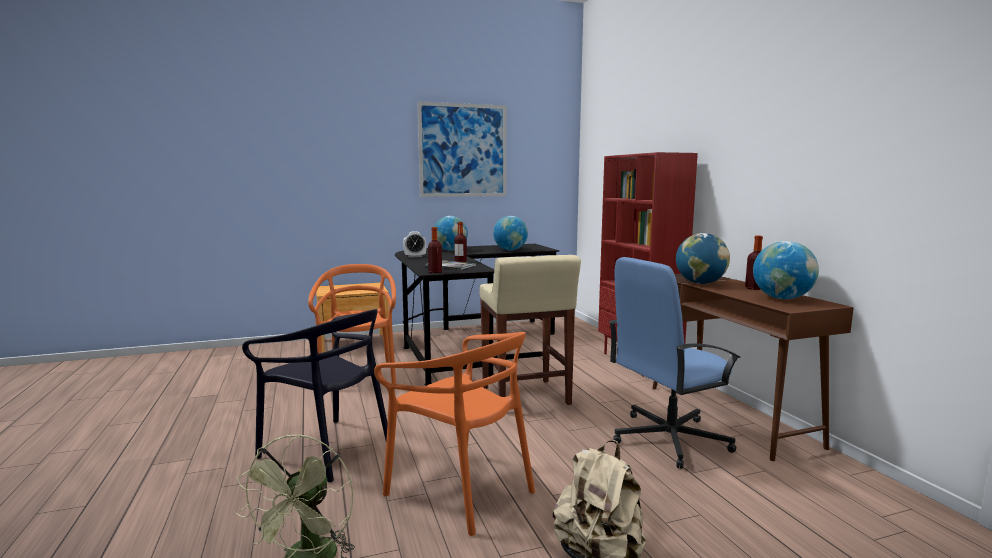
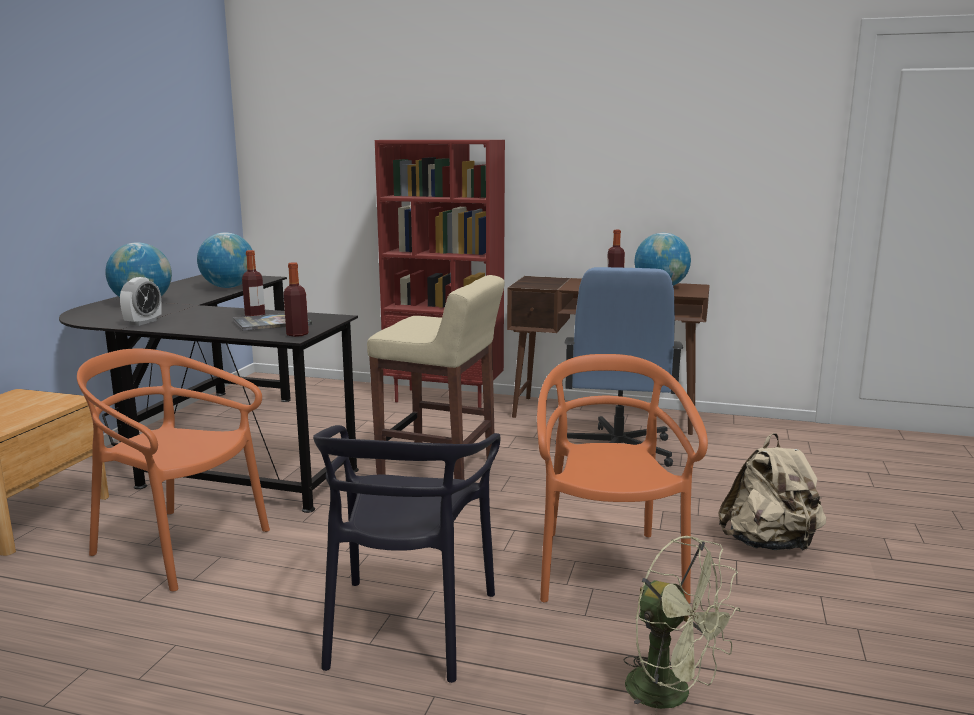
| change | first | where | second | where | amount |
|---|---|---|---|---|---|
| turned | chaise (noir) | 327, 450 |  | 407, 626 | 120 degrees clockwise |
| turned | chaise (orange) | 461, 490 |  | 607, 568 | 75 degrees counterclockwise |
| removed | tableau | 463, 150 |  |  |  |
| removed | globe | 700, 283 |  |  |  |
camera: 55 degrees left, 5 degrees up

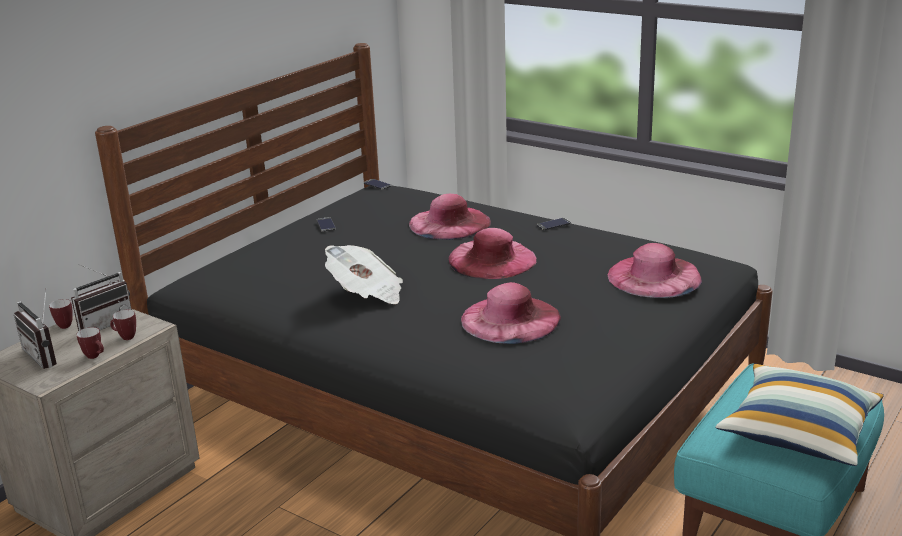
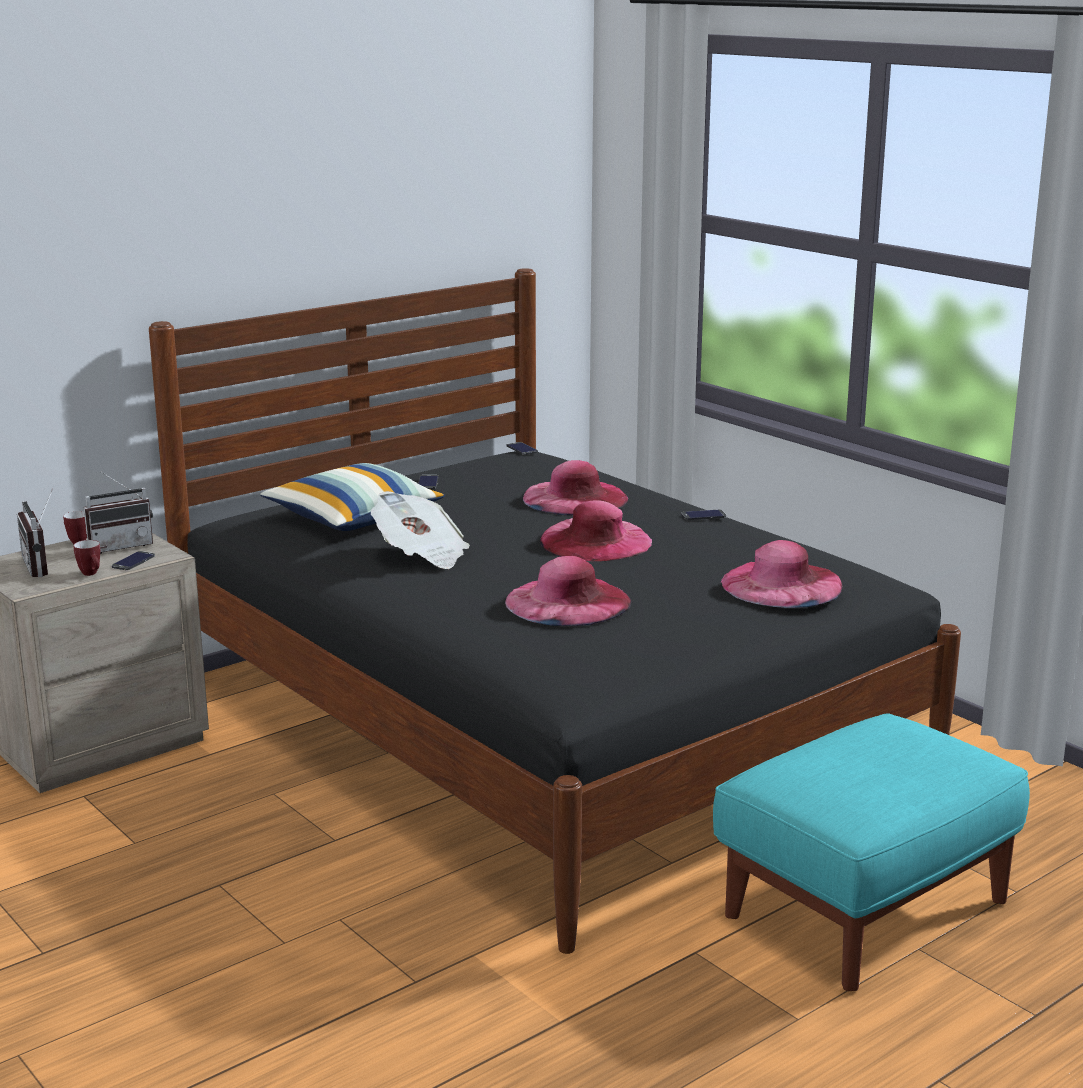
| change | first | where | second | where | amount |
|---|---|---|---|---|---|
| replaced | mug | 125, 337 | téléphone | 133, 561 |  |
| moved | coussin | 798, 432 |  | 353, 518 |  |
camera: 15 degrees right, 5 degrees down

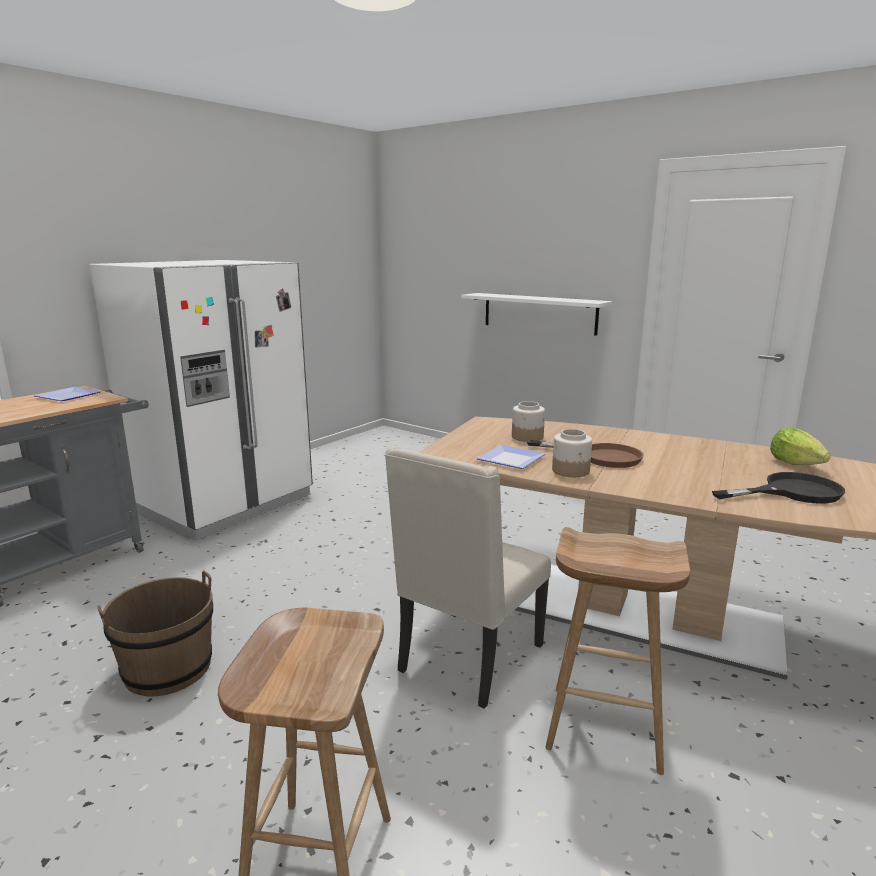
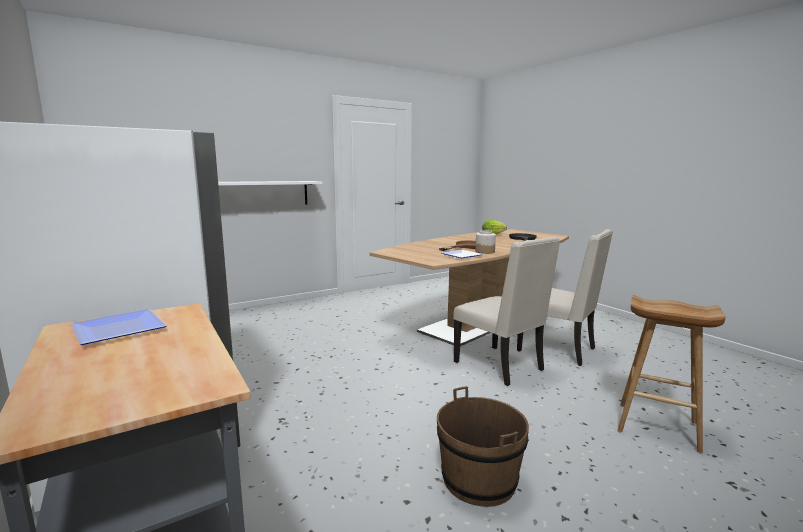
| change | first | where | second | where | amount |
|---|---|---|---|---|---|
| replaced | tabouret (marron) | 603, 729 | chaise (beige) | 558, 350 |  |
| removed | bocal | 528, 437 |  |  |  |
camera: 70 degrees left, 5 degrees down

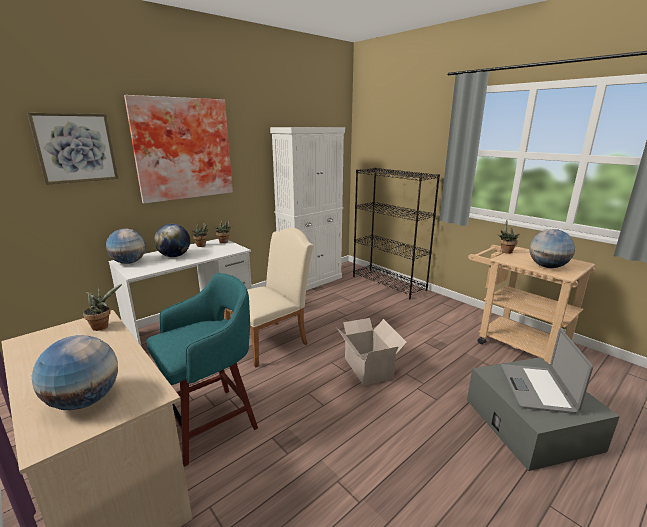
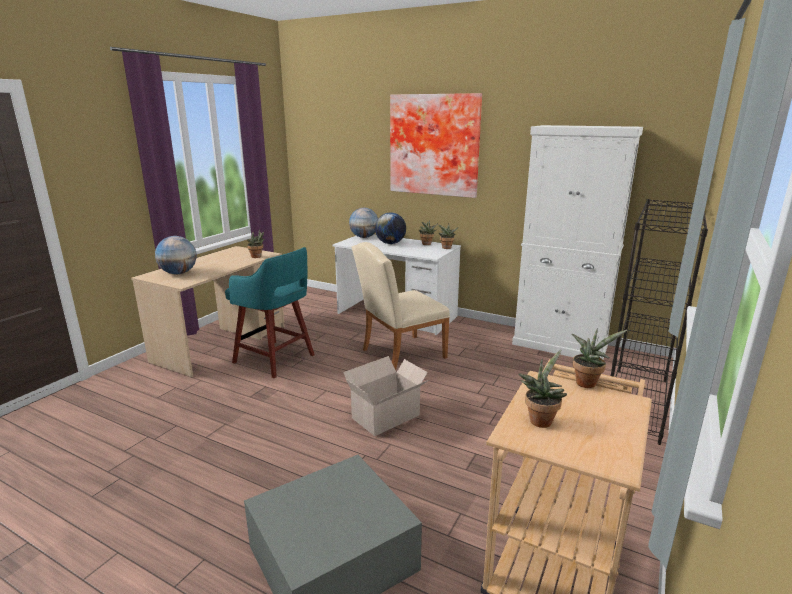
| change | first | where | second | where | amount |
|---|---|---|---|---|---|
| turned | chaise (beige) | 272, 341 |  | 399, 355 | 120 degrees clockwise |
| replaced | globe | 547, 267 | plante en pot | 540, 419 |  |
| removed | tableau | 76, 148 |  |  |  |
| removed | ordinateur portable | 537, 388 |  |  |  |
camera: 70 degrees right, 0 degrees up

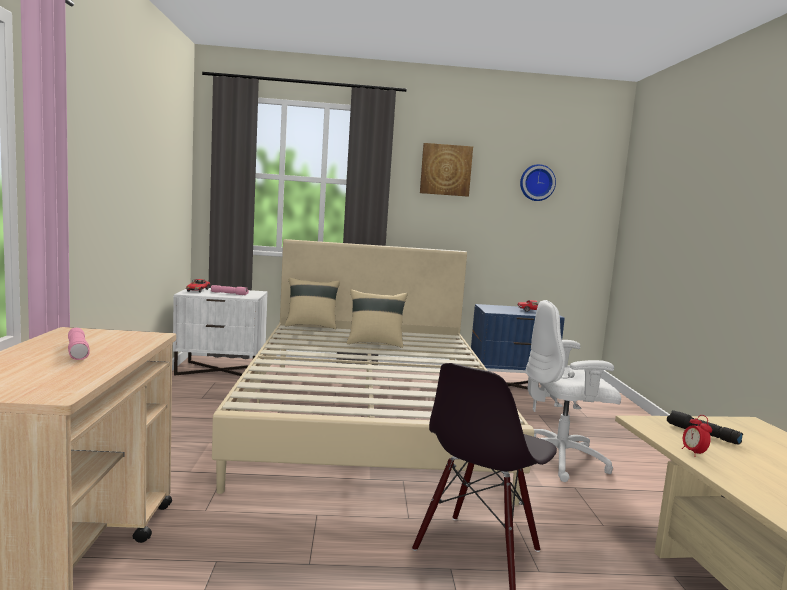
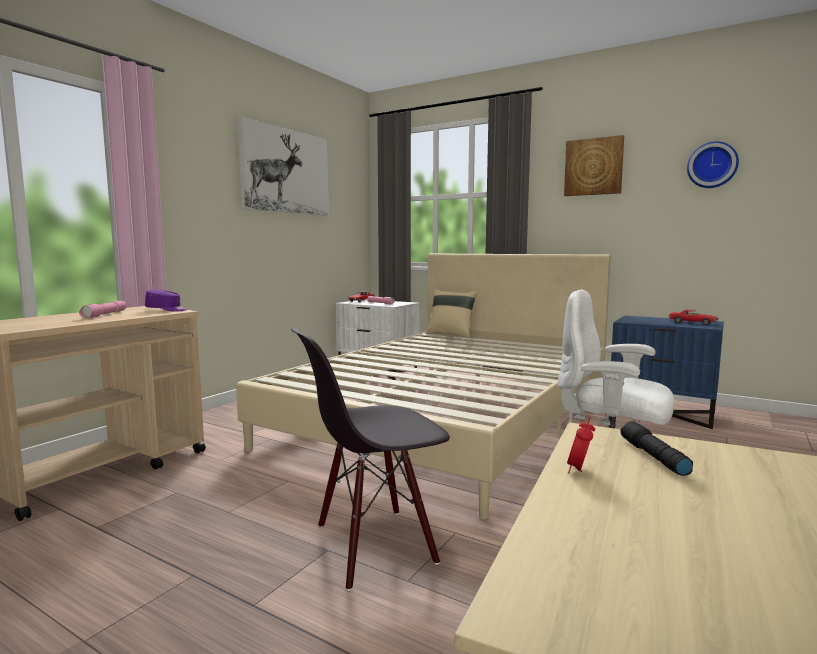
| change | first | where | second | where | amount |
|---|---|---|---|---|---|
| added |  |  | casquette (violet) | 167, 310 |  |
| added |  |  | tableau | 286, 171 |  |
| removed | coussin (beige) | 375, 343 |  |  |  |
camera: 35 degrees right, 0 degrees up

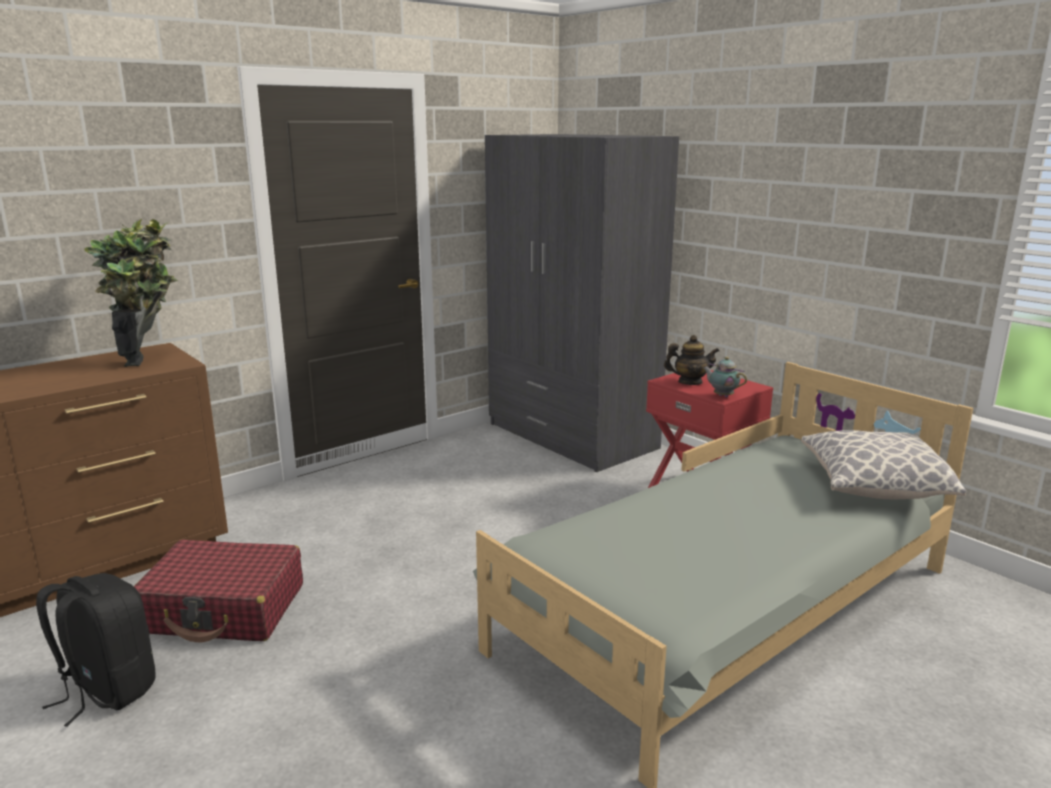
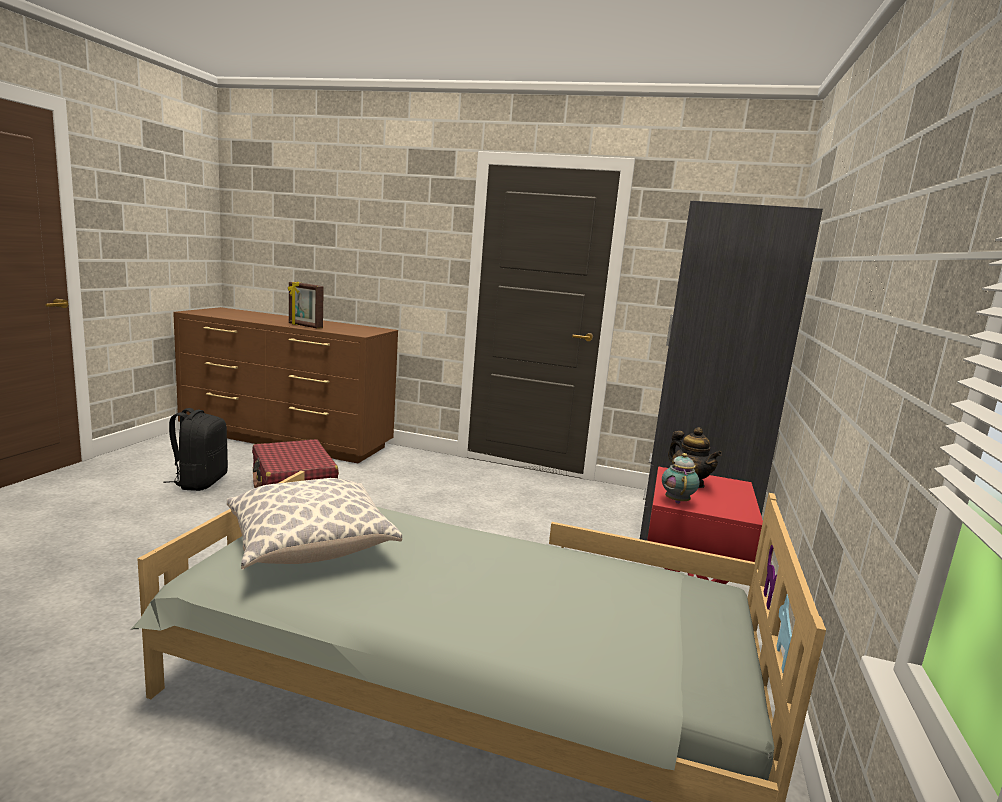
| change | first | where | second | where | amount |
|---|---|---|---|---|---|
| moved | coussin | 873, 487 |  | 310, 547 |  |
| added |  |  | cadre photo | 305, 326 |  |
| removed | plante en pot | 148, 358 |  |  |  |
camera: 55 degrees right, 5 degrees down

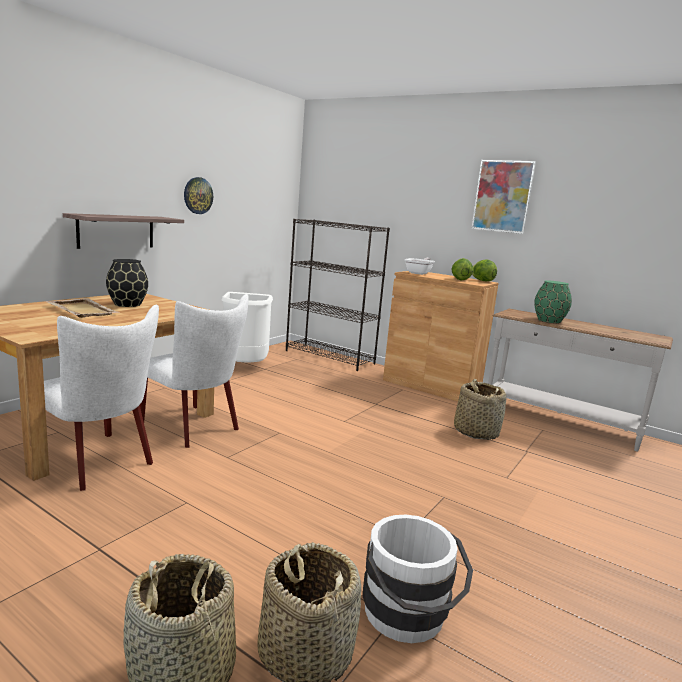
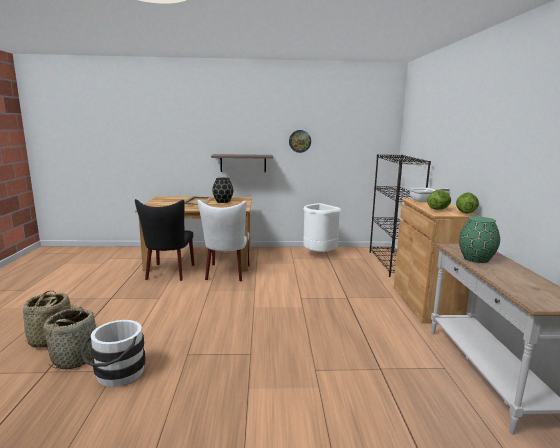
| change | first | where | second | where | amount |
|---|---|---|---|---|---|
| recoloured | chaise (blanc) | 99, 463 | chaise (noir) | 169, 273 |  |
| removed | panier | 476, 432 |  |  |  |
| removed | tableau | 502, 196 |  |  |  |
camera: 55 degrees right, 0 degrees up

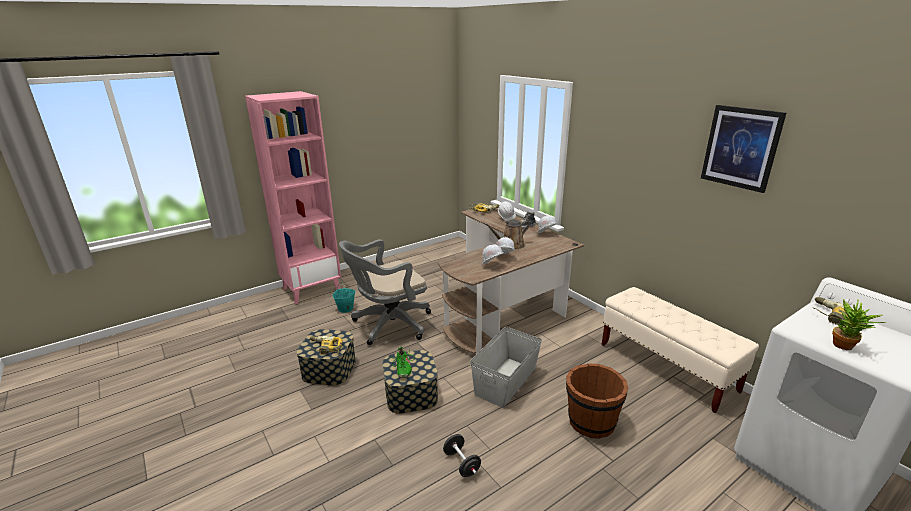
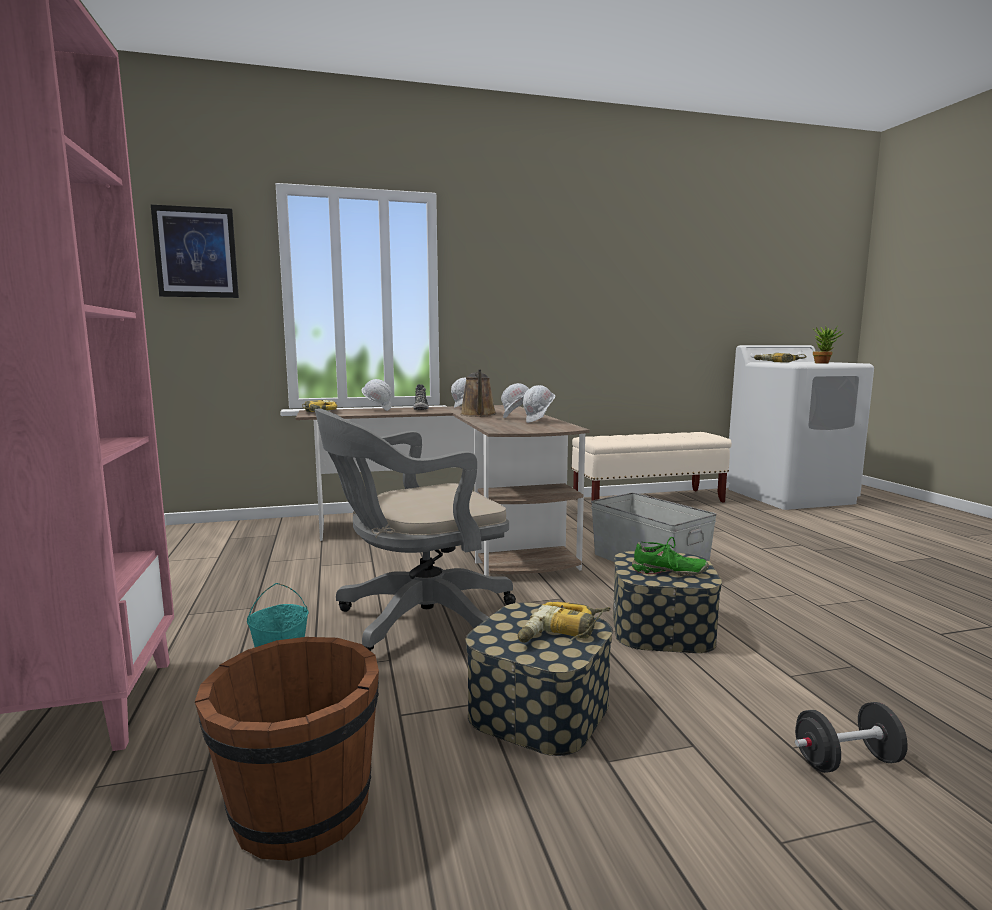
| change | first | where | second | where | amount |
|---|---|---|---|---|---|
| moved | tableau | 740, 147 |  | 196, 252 |  |
| moved | seau (marron) | 591, 421 |  | 299, 810 |  |
| turned | chaise de bureau (gris) | 388, 325 |  | 417, 622 | 75 degrees clockwise |
| moved | haltère (noir) | 461, 463 |  | 847, 761 |  |
camera: 70 degrees left, 15 degrees down

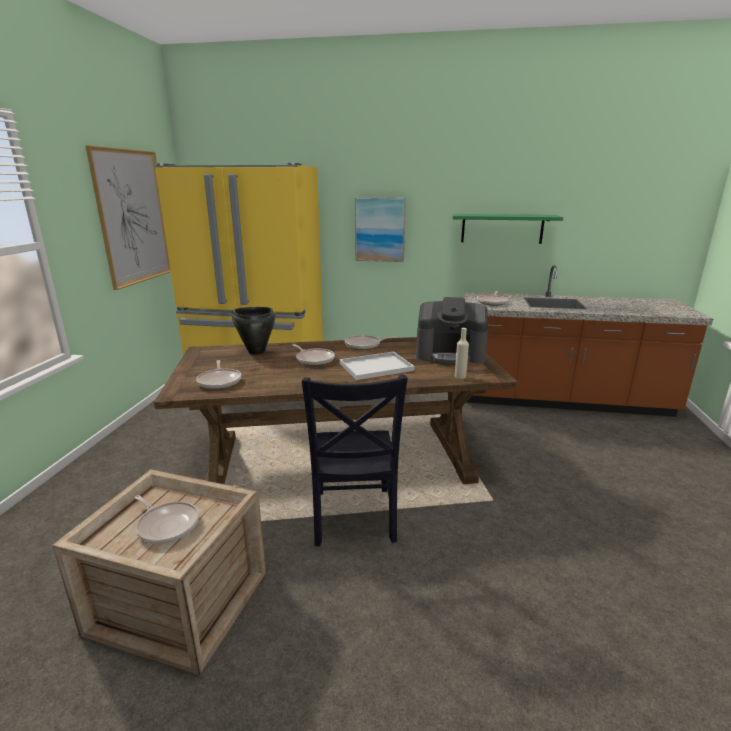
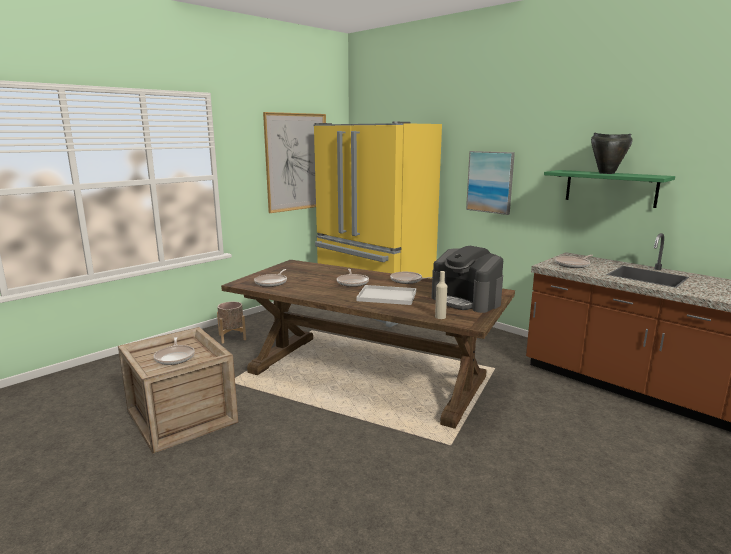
| change | first | where | second | where | amount |
|---|---|---|---|---|---|
| added |  |  | cache-pot (beige) | 232, 337 |  |
| moved | marmite (noir) | 256, 351 |  | 606, 173 |  |
| removed | chaise (noir) | 353, 519 |  |  |  |
camera: 35 degrees right, 5 degrees down

